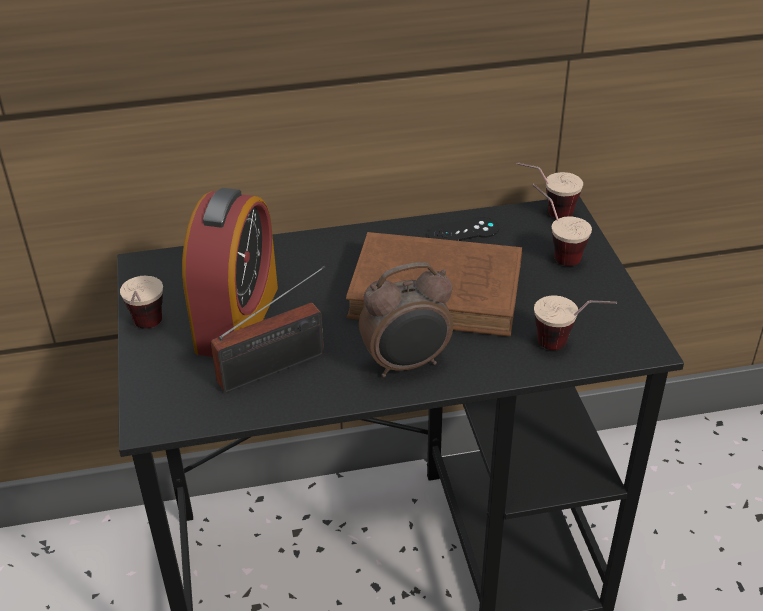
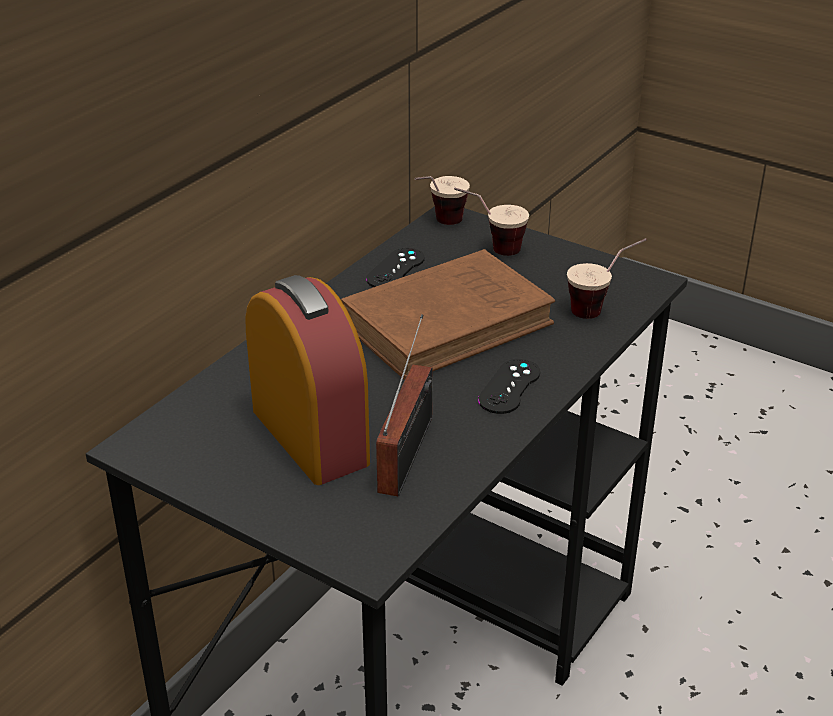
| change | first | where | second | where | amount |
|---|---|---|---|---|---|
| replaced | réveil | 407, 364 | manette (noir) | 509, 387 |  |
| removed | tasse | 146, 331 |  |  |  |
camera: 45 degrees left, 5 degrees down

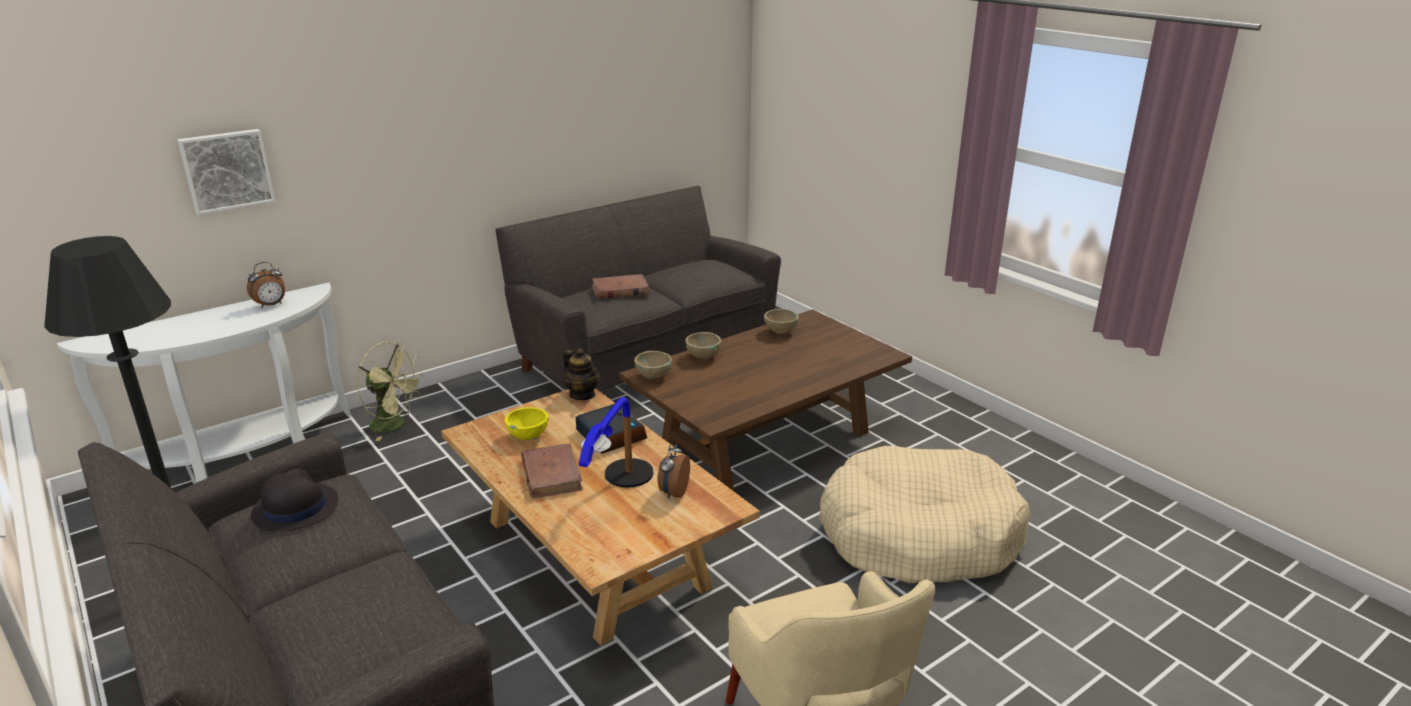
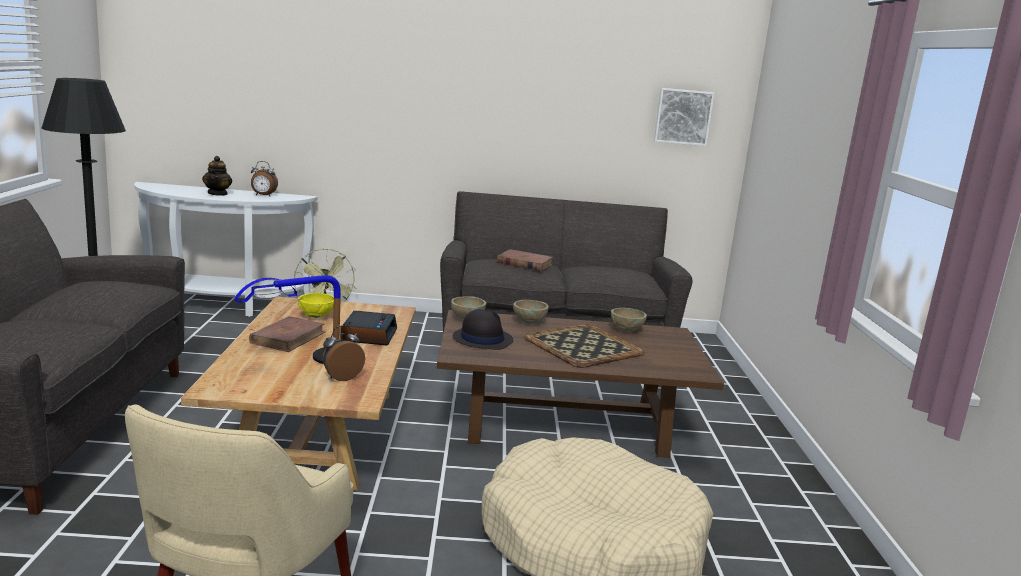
| change | first | where | second | where | amount |
|---|---|---|---|---|---|
| moved | théière | 582, 394 |  | 218, 194 |  |
| moved | chapeau (noir) | 295, 508 |  | 482, 339 |  |
| added |  |  | plateau | 582, 346 |  |
| moved | tableau | 227, 170 |  | 683, 116 |  |
camera: 35 degrees right, 10 degrees down

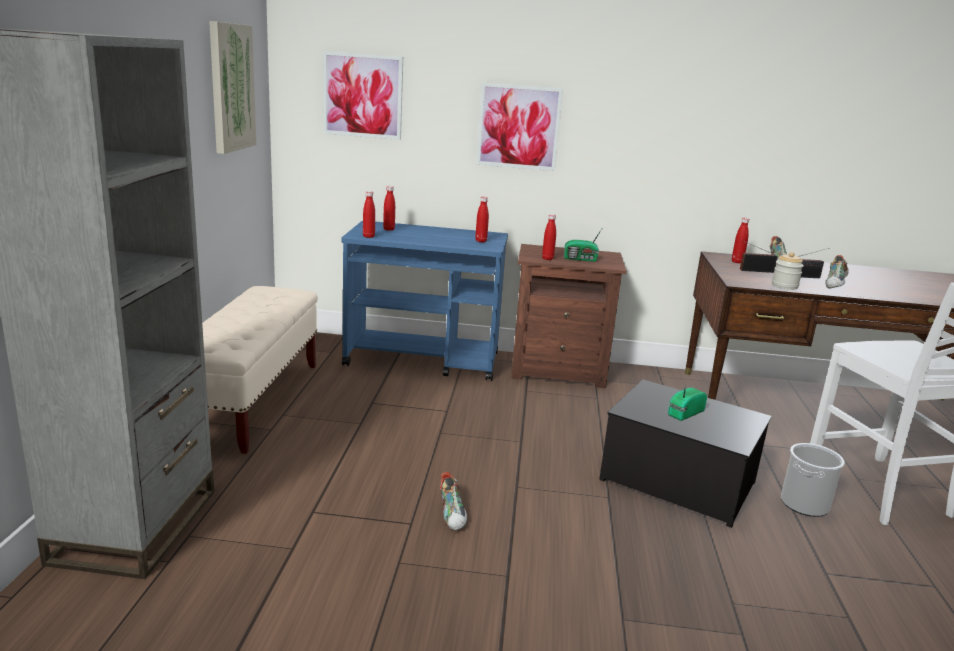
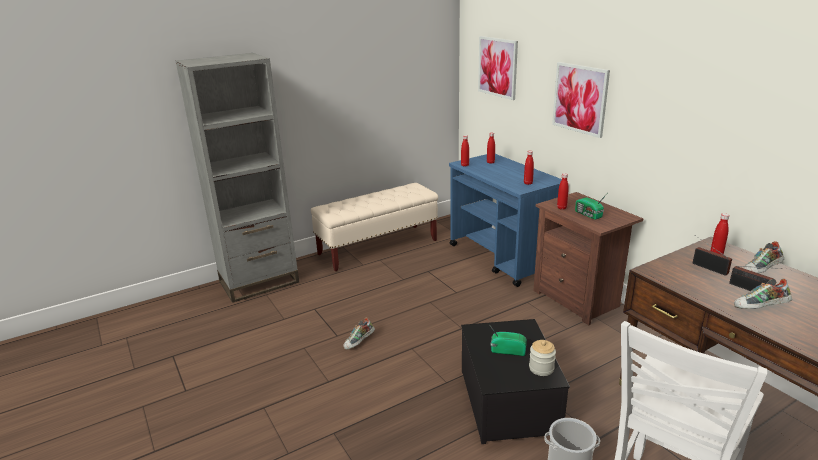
| change | first | where | second | where | amount |
|---|---|---|---|---|---|
| moved | bocal | 784, 286 |  | 541, 368 |  |
| removed | tableau | 231, 87 |  |  |  |
camera: 55 degrees right, 5 degrees up

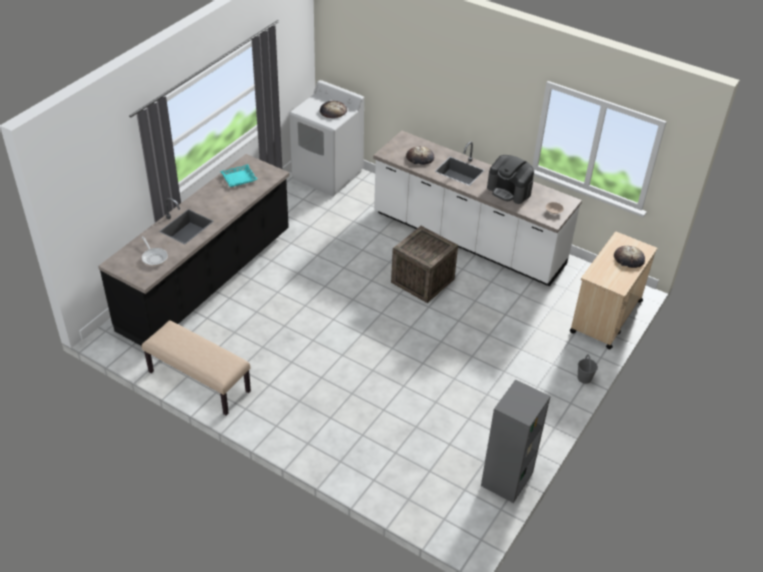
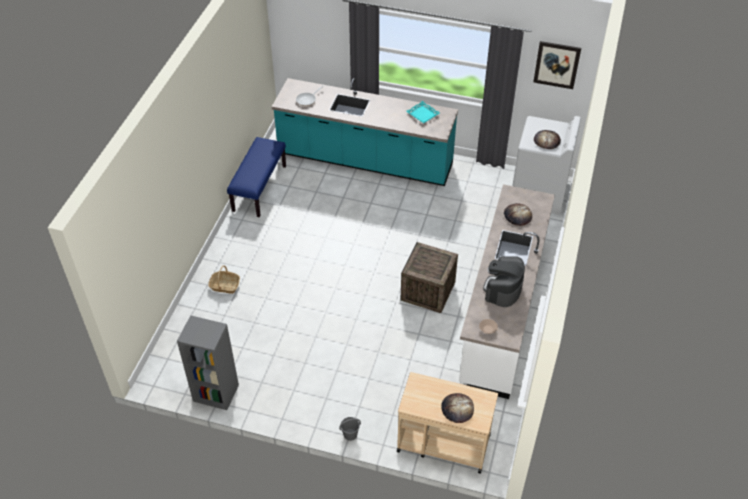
| change | first | where | second | where | amount |
|---|---|---|---|---|---|
| added |  |  | panier | 224, 286 |  |
| recoloured | banc (beige) | 198, 382 | banc (bleu) | 259, 188 |  |
| recoloured | comptoir de cuisine (noir) | 207, 281 | comptoir de cuisine (turquoise) | 365, 161 |  |
| added |  |  | tableau | 557, 64 |  |
camera: 75 degrees right, 5 degrees up

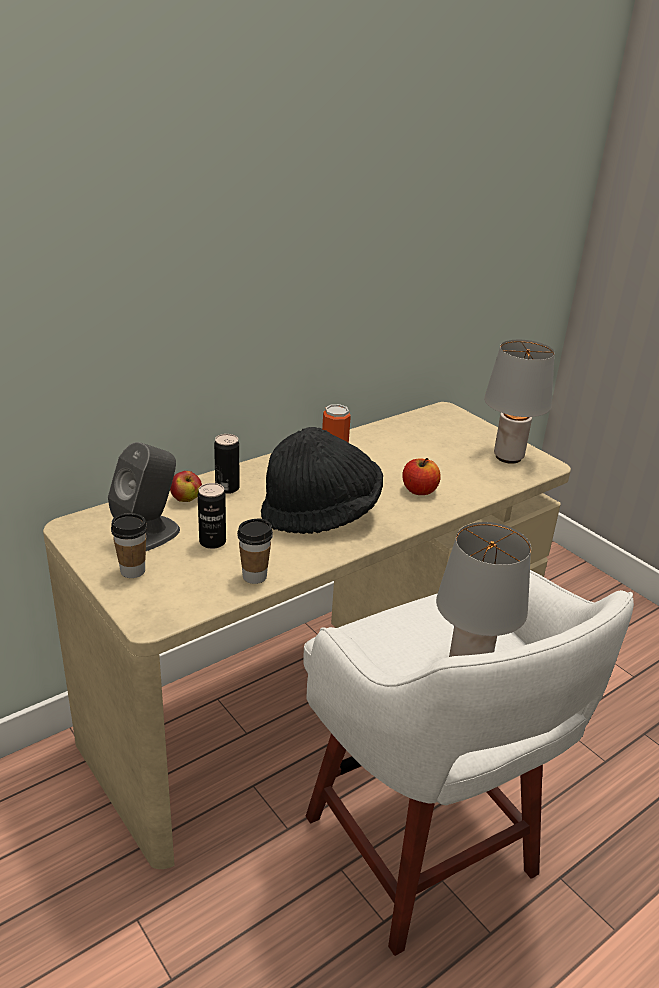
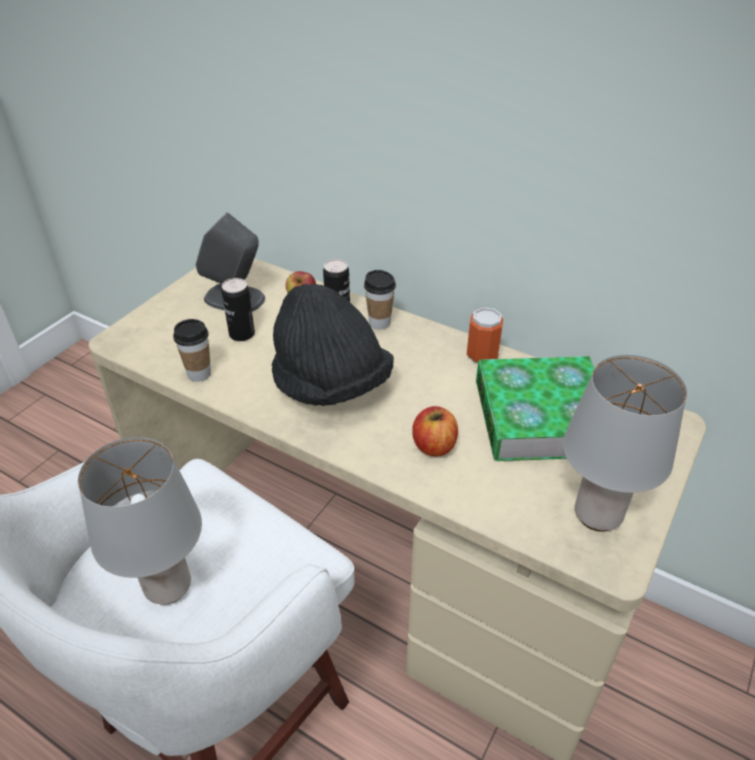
| change | first | where | second | where | amount |
|---|---|---|---|---|---|
| moved | tasse | 132, 571 |  | 379, 323 |  |
| added |  |  | livre | 541, 417 |  |
camera: 70 degrees right, 10 degrees up

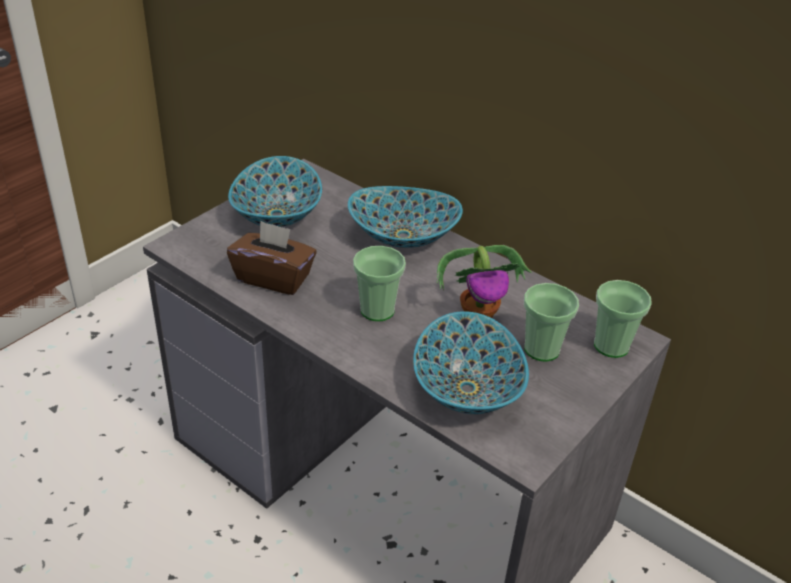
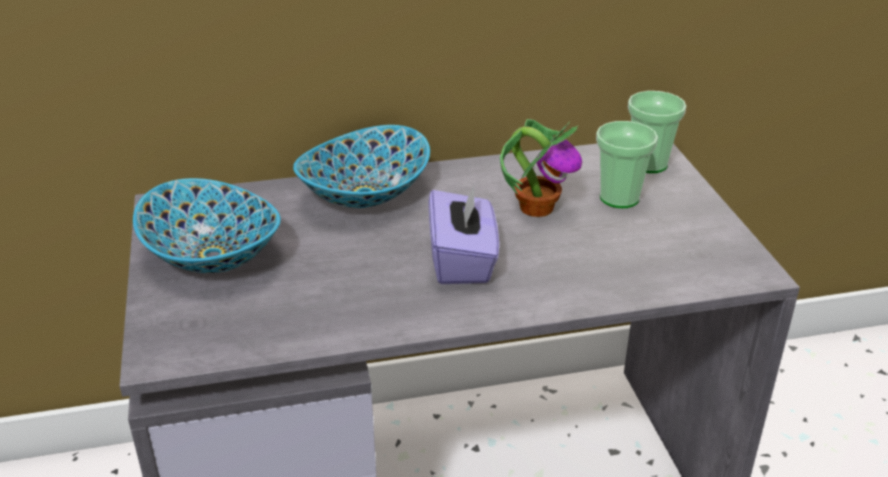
| change | first | where | second | where | amount |
|---|---|---|---|---|---|
| replaced | tasse | 377, 310 | boîte à mouchoirs (violet) | 462, 261 |  |
| removed | boîte à mouchoirs (marron) | 274, 278 |  |  |  |
| removed | bol | 466, 390 |  |  |  |
camera: 50 degrees left, 5 degrees down

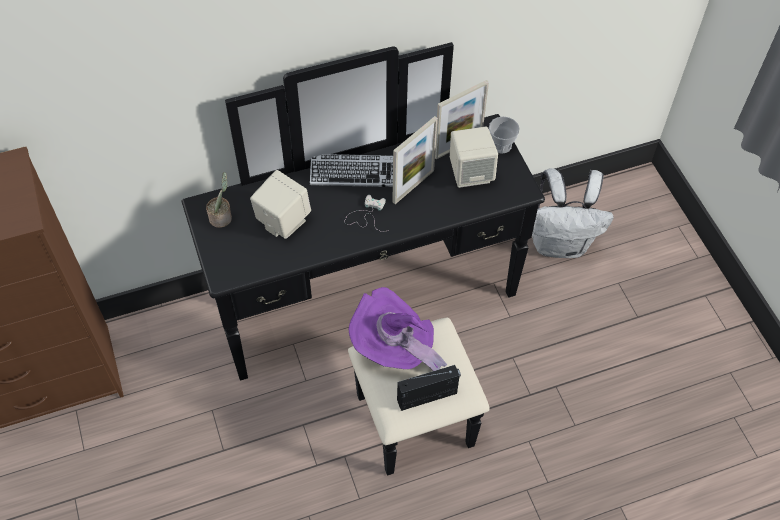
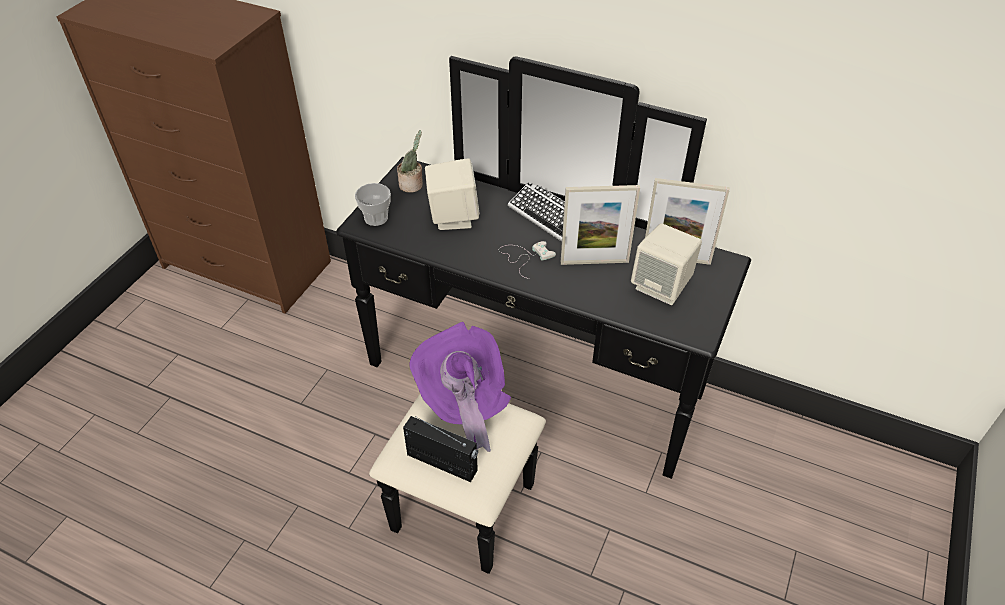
| change | first | where | second | where | amount |
|---|---|---|---|---|---|
| moved | tasse | 501, 145 |  | 376, 218 |  |
| removed | sac à dos (blanc) | 560, 243 |  |  |  |
camera: 45 degrees right, 10 degrees down

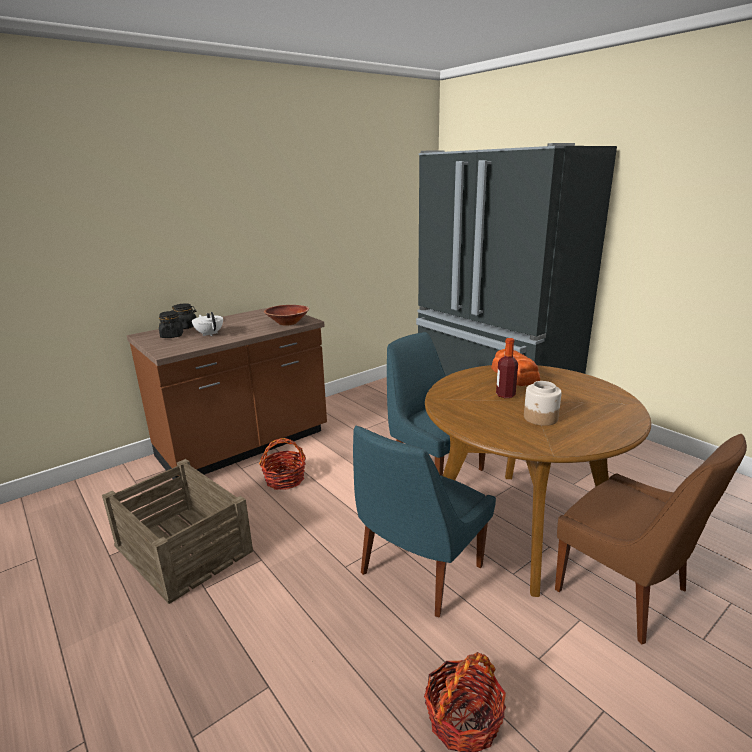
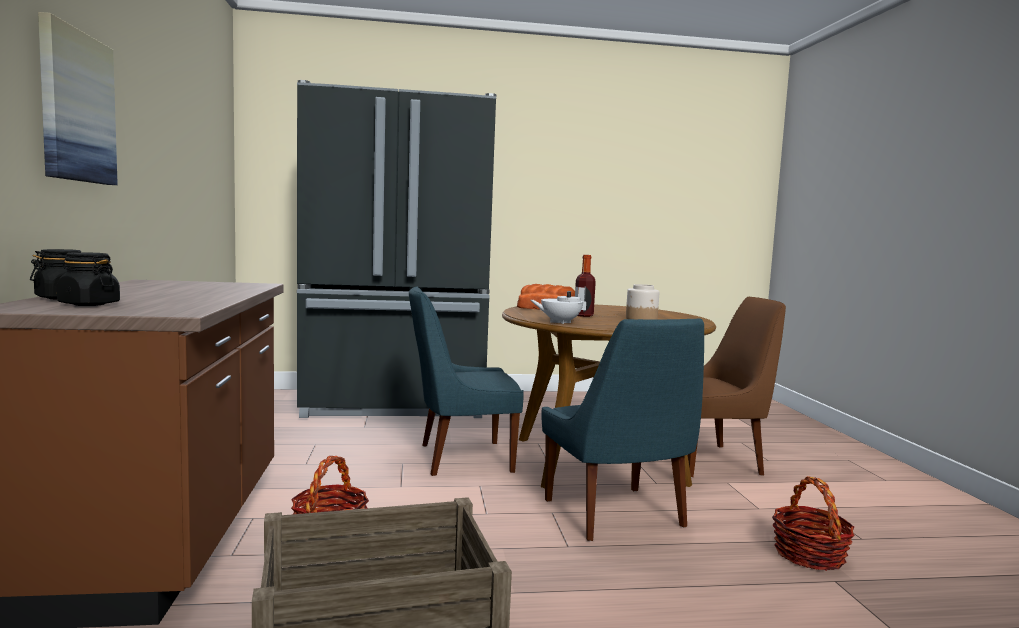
| change | first | where | second | where | amount |
|---|---|---|---|---|---|
| added |  |  | tableau | 76, 107 |  |
| moved | théière (blanc) | 209, 334 |  | 560, 322 |  |
| removed | bol (marron) | 287, 323 |  |  |  |
camera: 60 degrees left, 15 degrees down

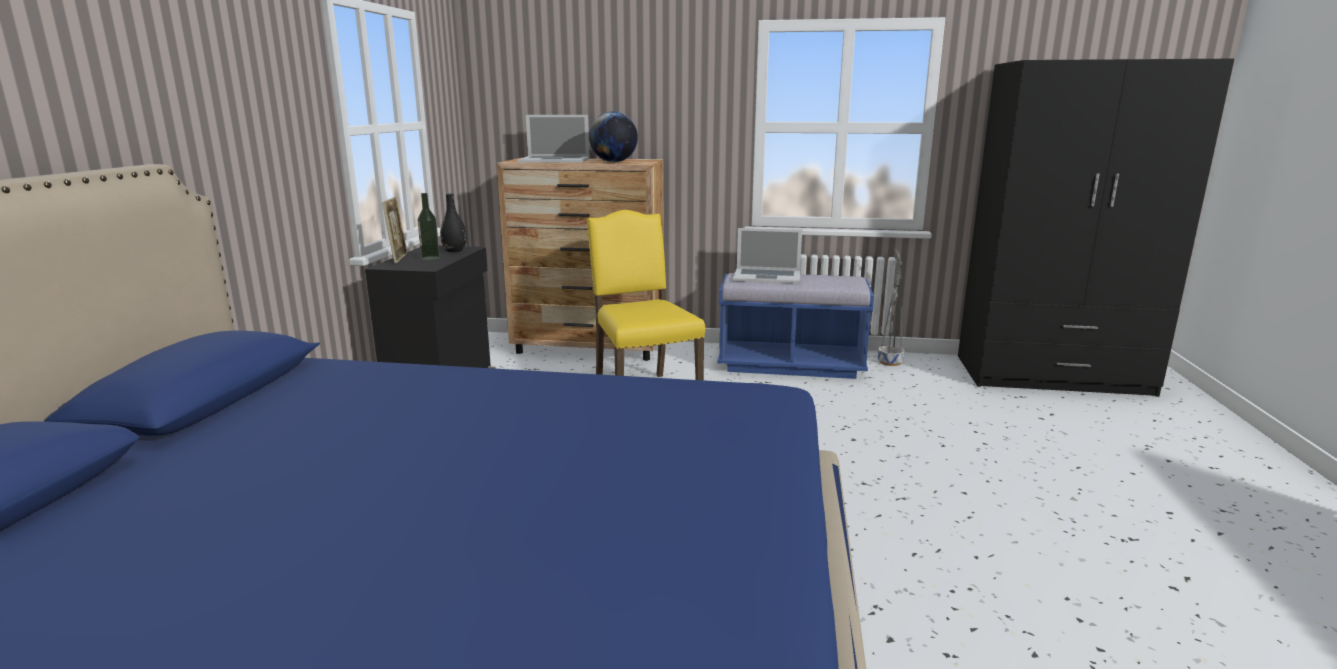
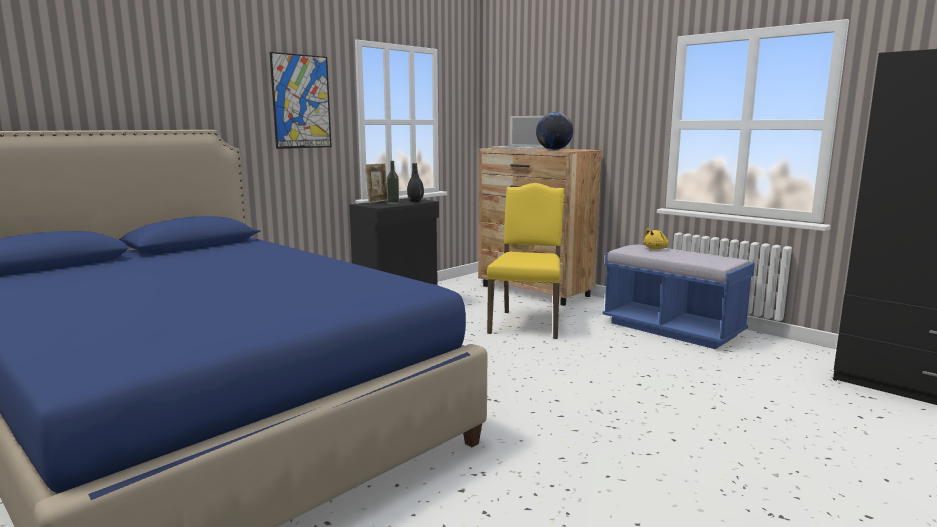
| change | first | where | second | where | amount |
|---|---|---|---|---|---|
| added |  |  | tableau | 301, 102 |  |
| replaced | ordinateur portable | 767, 276 | peluche (jaune) | 656, 248 |  |
| removed | cache-pot (gris) | 889, 362 |  |  |  |
camera: 35 degrees right, 5 degrees down

